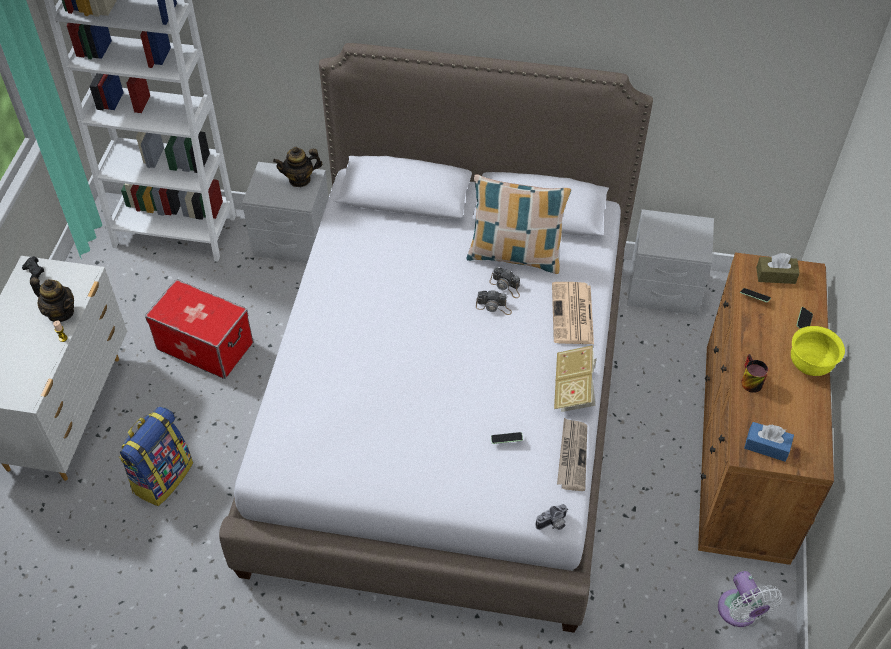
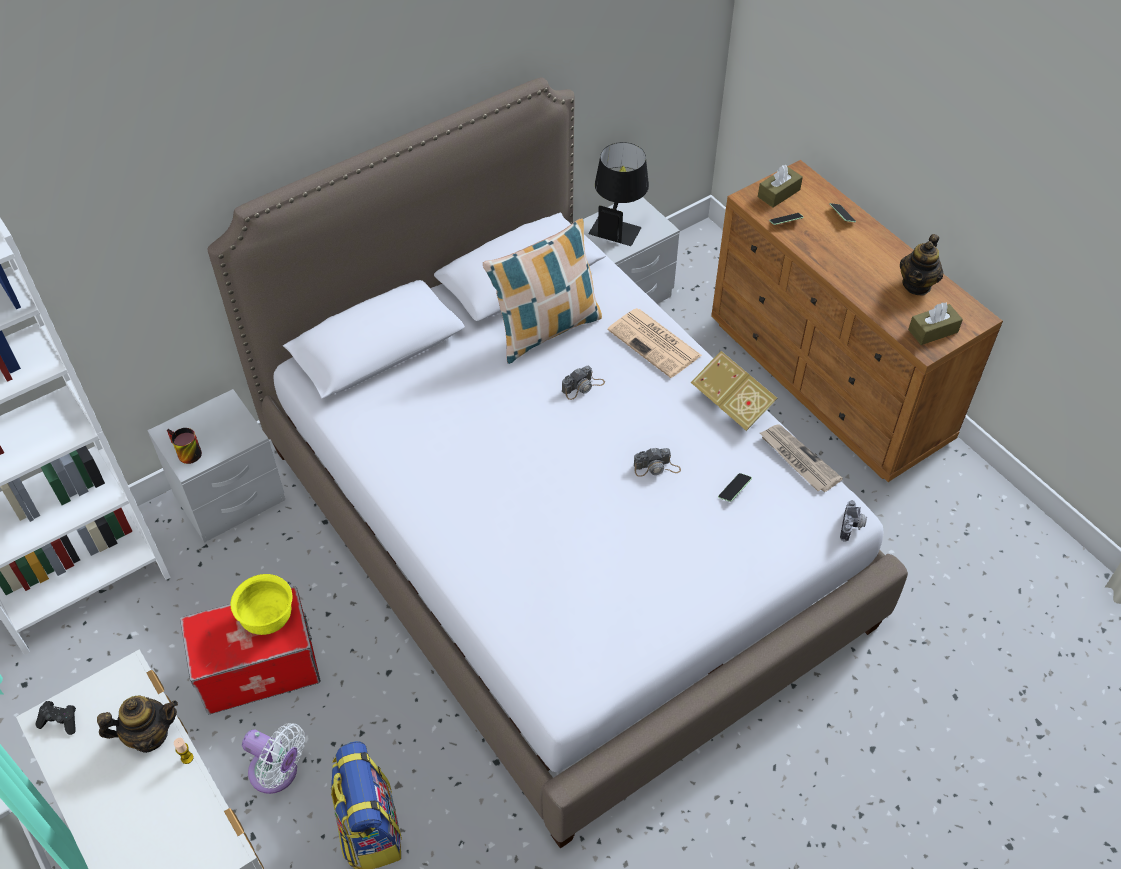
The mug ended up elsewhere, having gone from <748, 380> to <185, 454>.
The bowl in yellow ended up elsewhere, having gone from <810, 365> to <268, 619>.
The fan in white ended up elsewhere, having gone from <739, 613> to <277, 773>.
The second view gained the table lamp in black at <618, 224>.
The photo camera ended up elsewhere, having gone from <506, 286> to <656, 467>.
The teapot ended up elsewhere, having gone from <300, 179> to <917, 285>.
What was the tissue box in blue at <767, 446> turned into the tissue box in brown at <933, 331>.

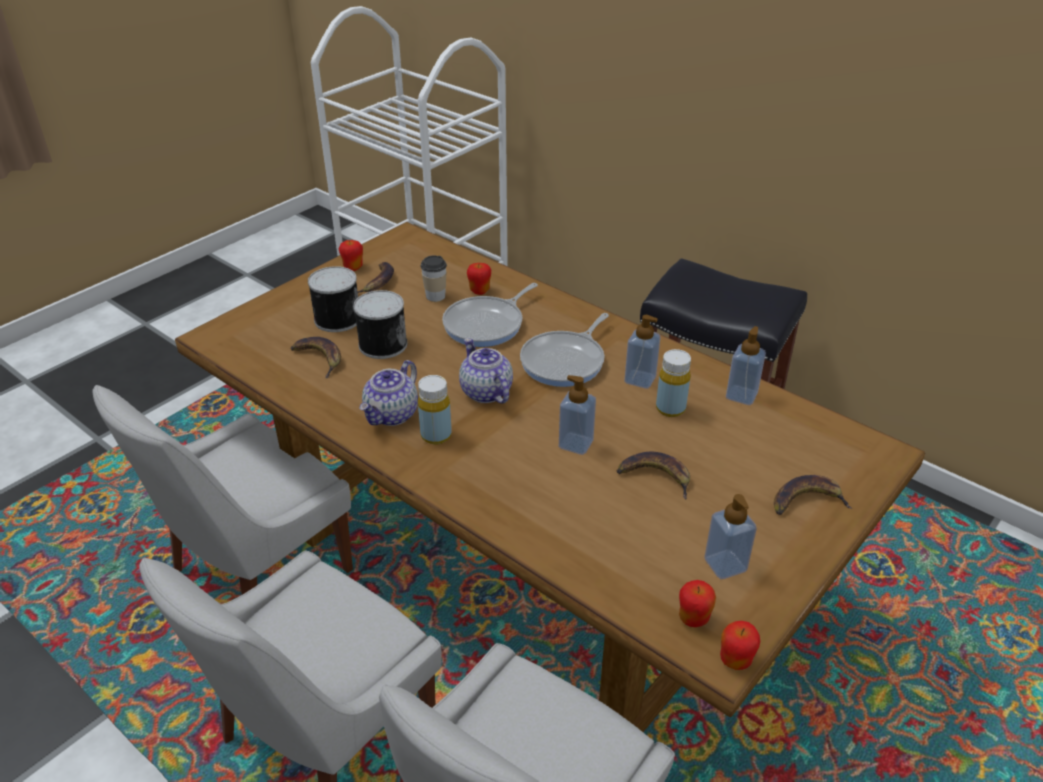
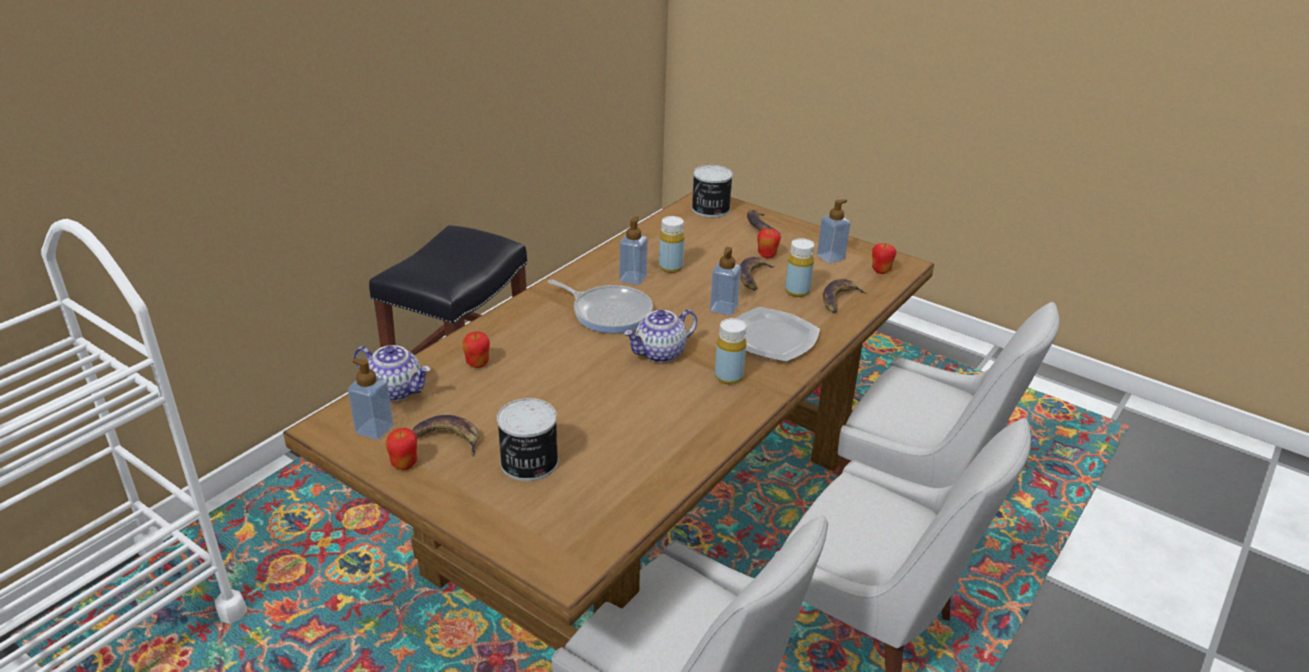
The soap dispenser ended up elsewhere, having gone from <741, 395> to <374, 429>.
The teapot ended up elsewhere, having gone from <392, 415> to <396, 390>.
The can ended up elsewhere, having gone from <381, 344> to <710, 209>.
The second view gained the plate at <772, 338>.
The apple ended up elsewhere, having gone from <735, 660> to <767, 255>.
The second view gained the bottle in yellow at <797, 291>.
The banana ended up elsewhere, having gone from <319, 358> to <839, 299>.
The second view lost the cup at <435, 296>.
The second view lost the frying pan at <487, 324>.

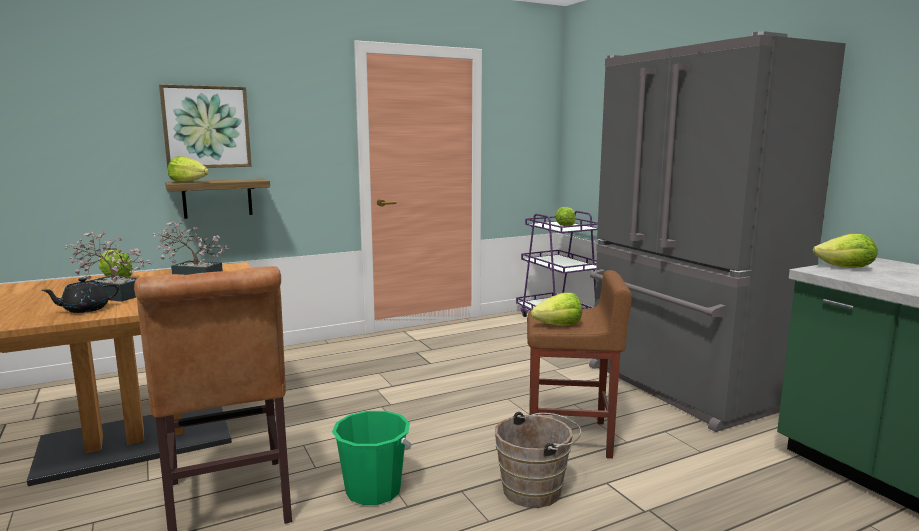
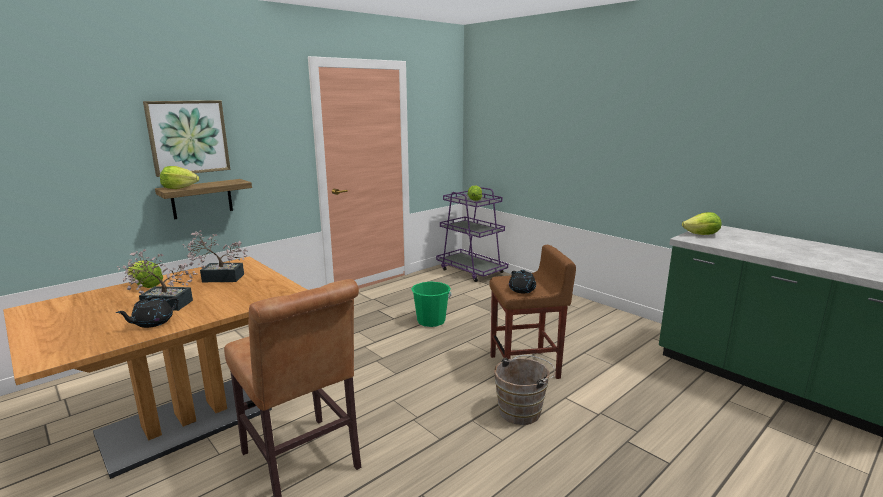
The bucket in green ended up elsewhere, having gone from <373, 490> to <431, 321>.
Where the lettuce stood at <559, 325>, the teapot in black came to stand at <522, 290>.
The second view lost the fridge in grey at <682, 387>.

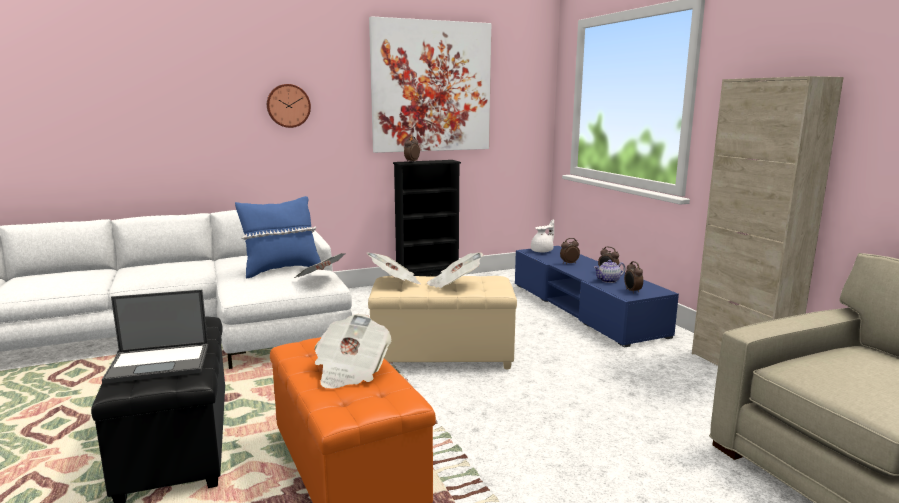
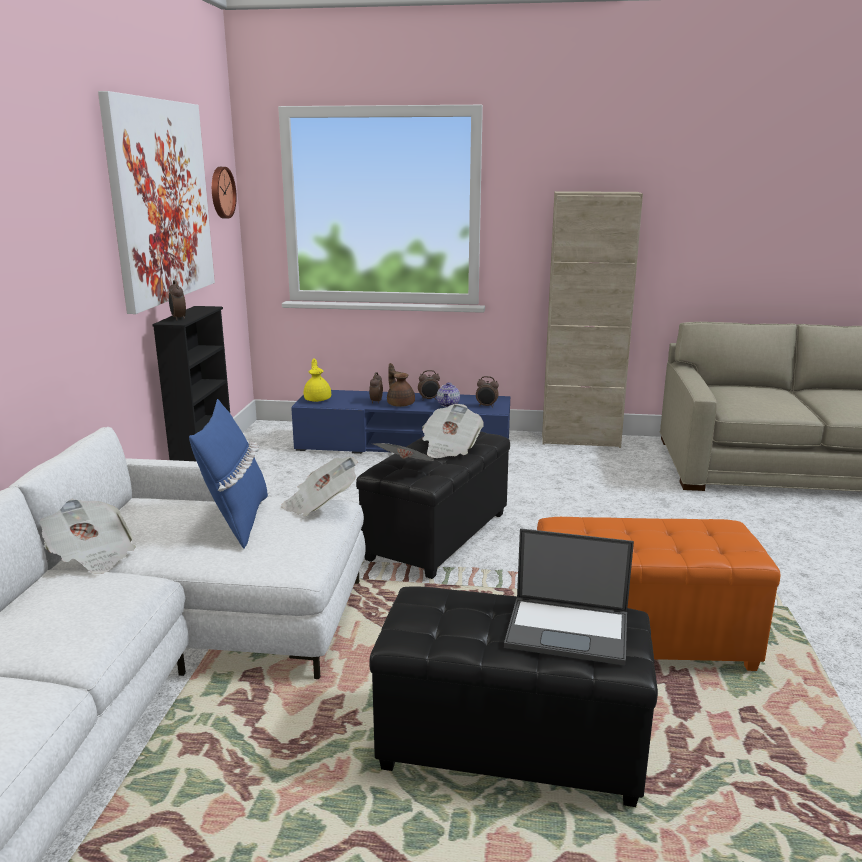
The newspaper ended up elsewhere, having gone from <350, 371> to <91, 556>.
The wall clock ended up elsewhere, having gone from <288, 105> to <221, 192>.
What was the teapot in white at <543, 251> turned into the teapot in yellow at <318, 399>.
What was the ottoman in beige at <442, 356> turned into the ottoman in black at <436, 536>.
The second view gained the teapot in brown at <400, 404>.
The laptop at <160, 363> ended up facing another way, 90 degrees clockwise from before.

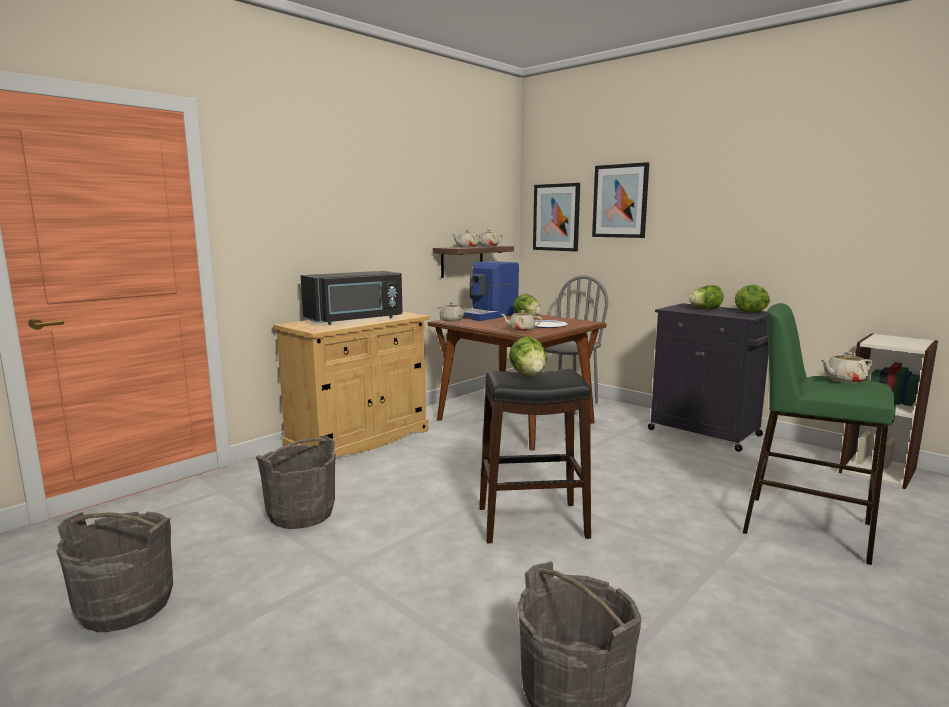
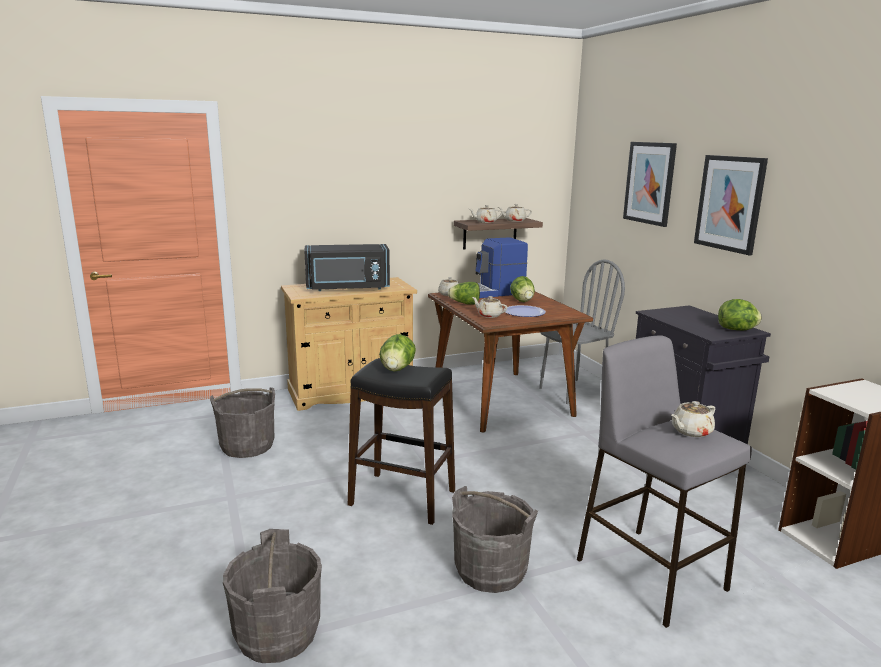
The lettuce ended up elsewhere, having gone from <704, 308> to <465, 304>.
The bucket in grey ended up elsewhere, having gone from <125, 606> to <490, 570>.
What was the stool in green at <805, 527> turned into the stool in grey at <649, 573>.
The teapot in beige at <844, 380> ended up facing another way, 45 degrees counterclockwise from before.
The picture ended up elsewhere, having gone from <556, 217> to <730, 203>.

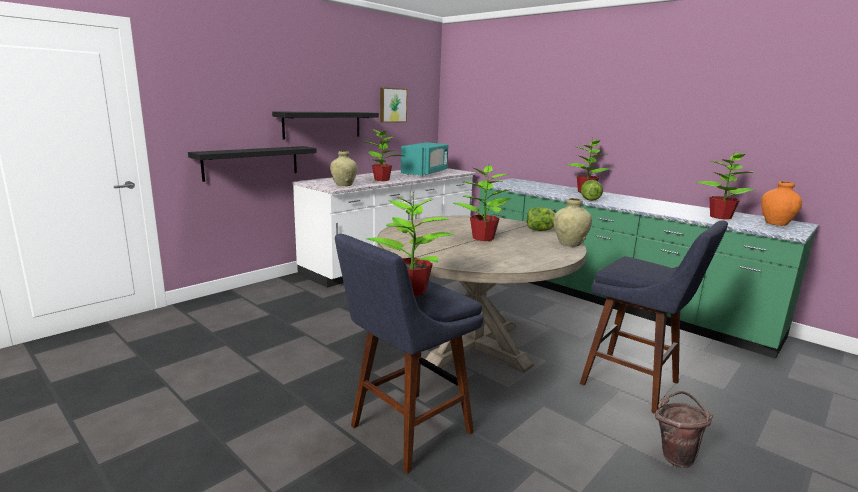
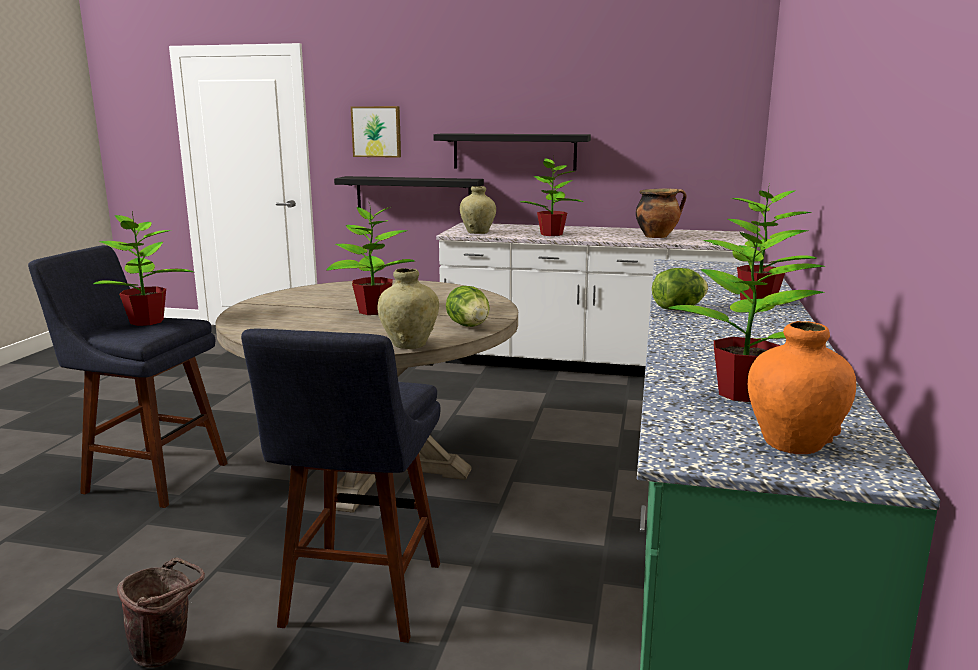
The picture ended up elsewhere, having gone from <392, 105> to <377, 131>.
Where the microwave in turquoise stood at <425, 173>, the cooking pot came to stand at <657, 236>.

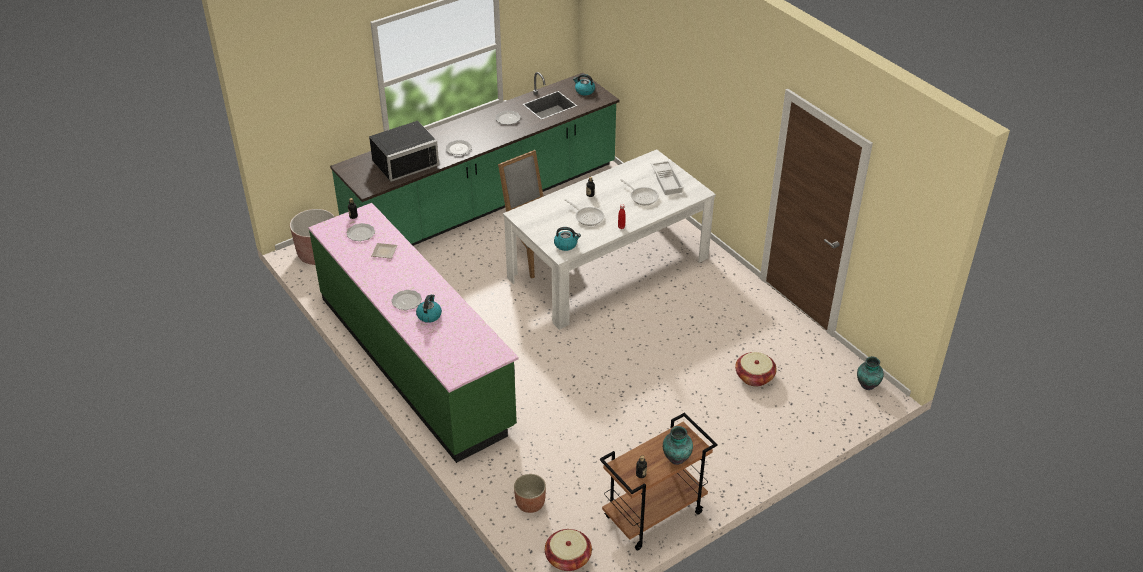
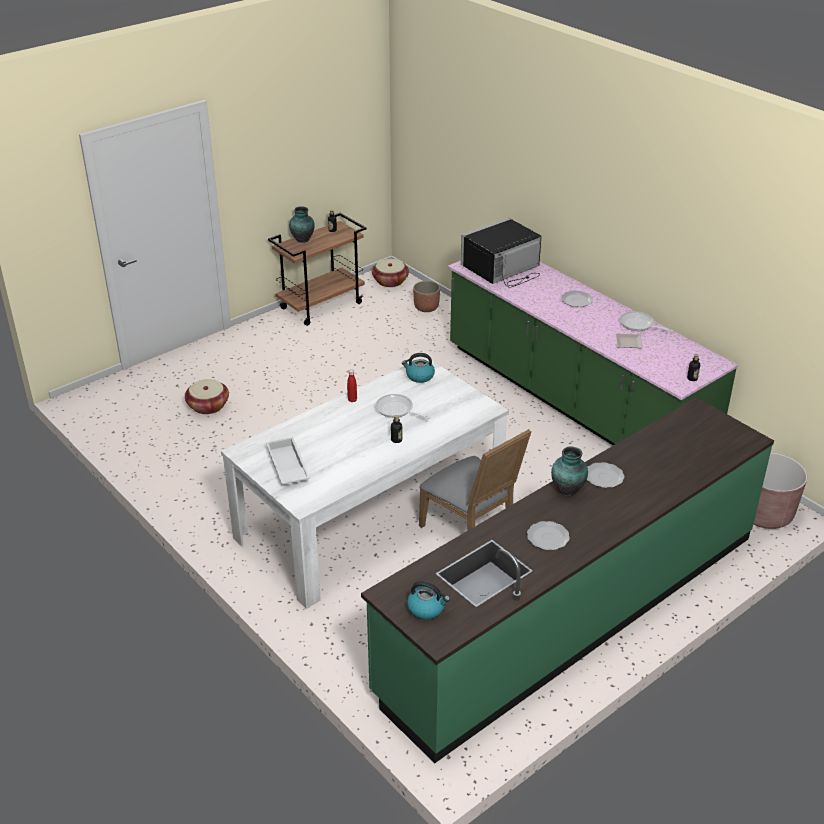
The microwave in black ended up elsewhere, having gone from <404, 162> to <503, 269>.
The vase ended up elsewhere, having gone from <867, 385> to <568, 489>.
The frying pan ended up elsewhere, having gone from <642, 196> to <639, 325>.
The second view lost the plate at <361, 233>.
The second view lost the kettle at <429, 315>.

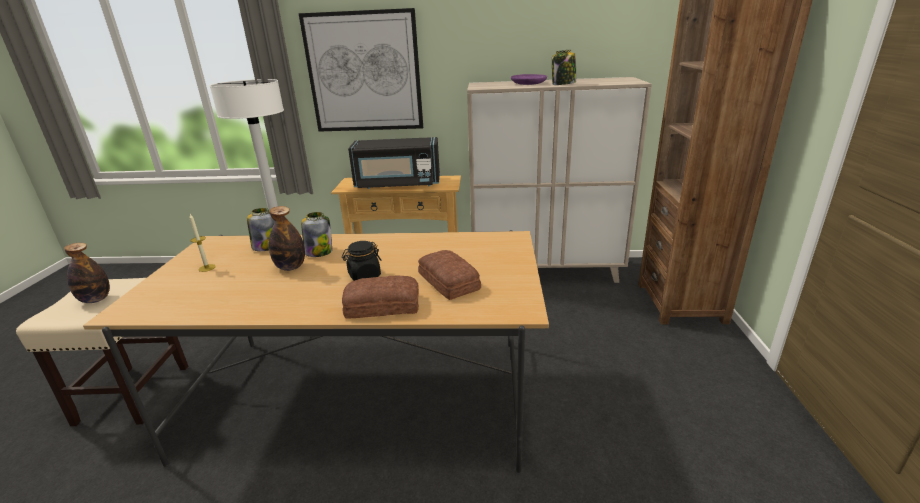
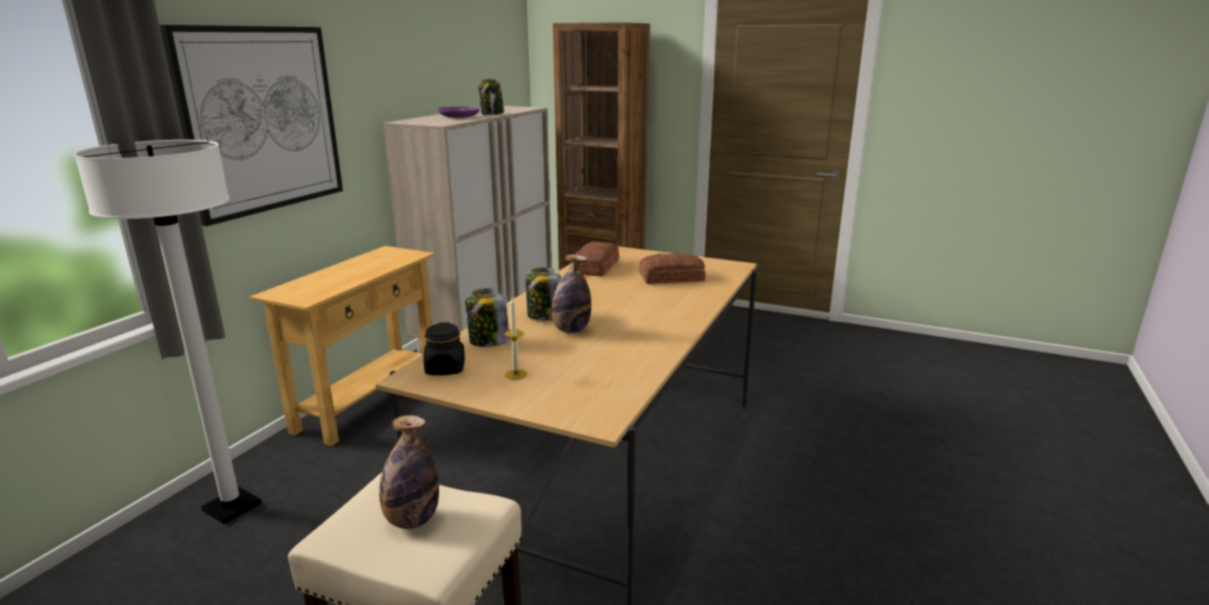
The jar in black ended up elsewhere, having gone from <364, 275> to <445, 369>.
The bread ended up elsewhere, having gone from <382, 305> to <595, 267>.
The second view lost the microwave in black at <398, 184>.

